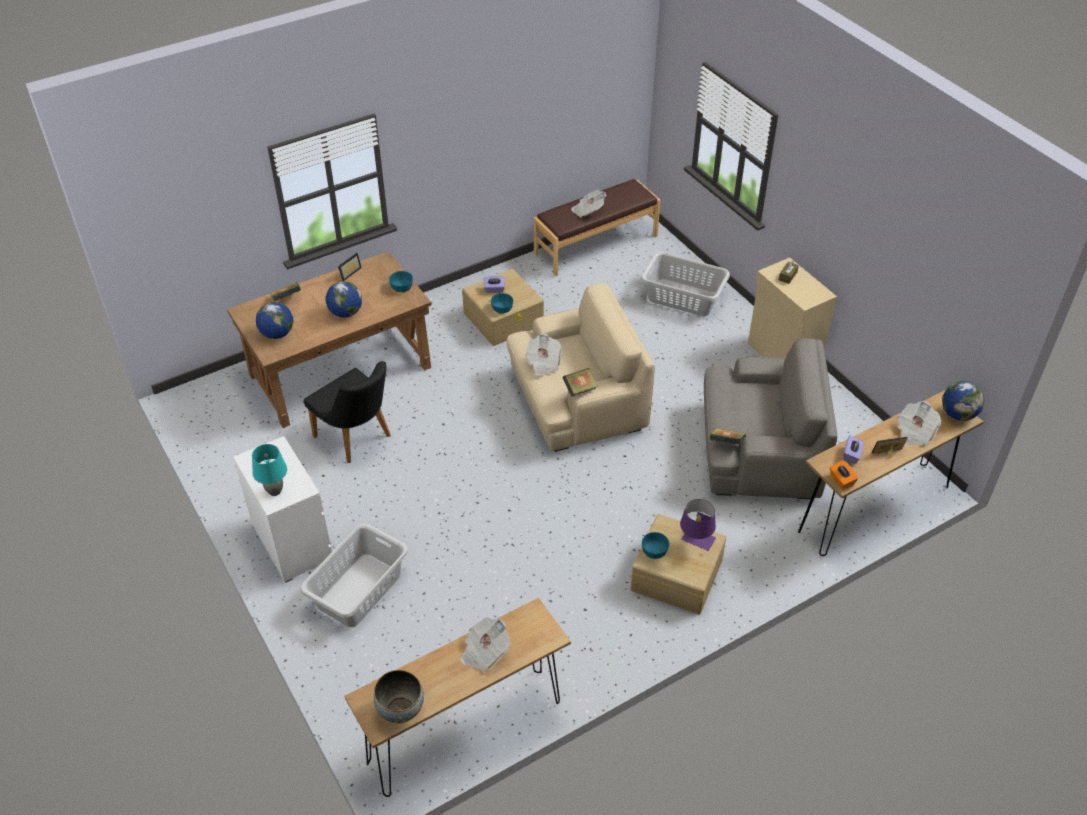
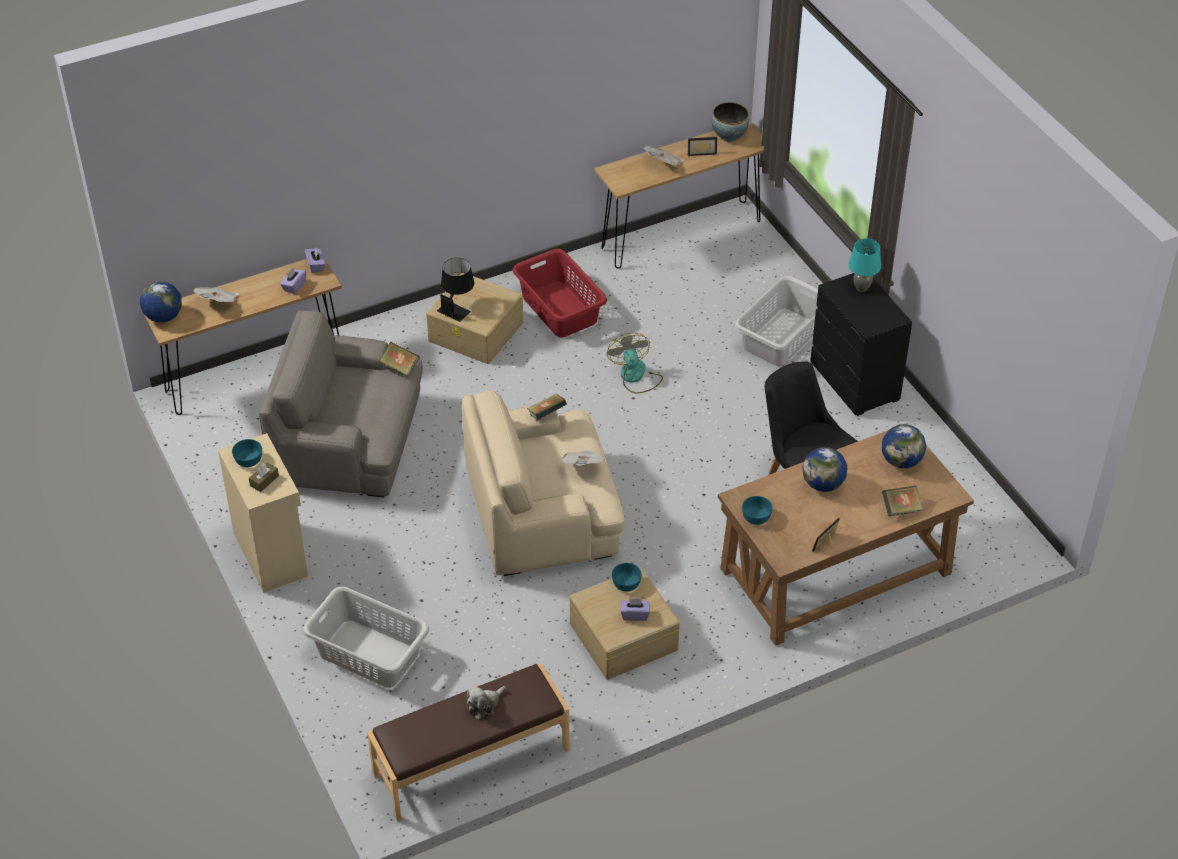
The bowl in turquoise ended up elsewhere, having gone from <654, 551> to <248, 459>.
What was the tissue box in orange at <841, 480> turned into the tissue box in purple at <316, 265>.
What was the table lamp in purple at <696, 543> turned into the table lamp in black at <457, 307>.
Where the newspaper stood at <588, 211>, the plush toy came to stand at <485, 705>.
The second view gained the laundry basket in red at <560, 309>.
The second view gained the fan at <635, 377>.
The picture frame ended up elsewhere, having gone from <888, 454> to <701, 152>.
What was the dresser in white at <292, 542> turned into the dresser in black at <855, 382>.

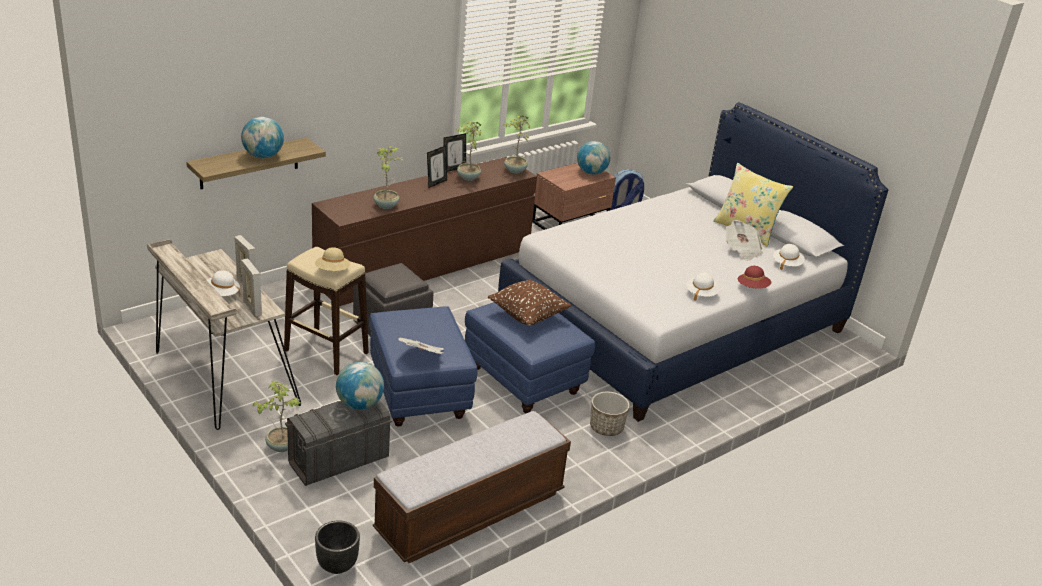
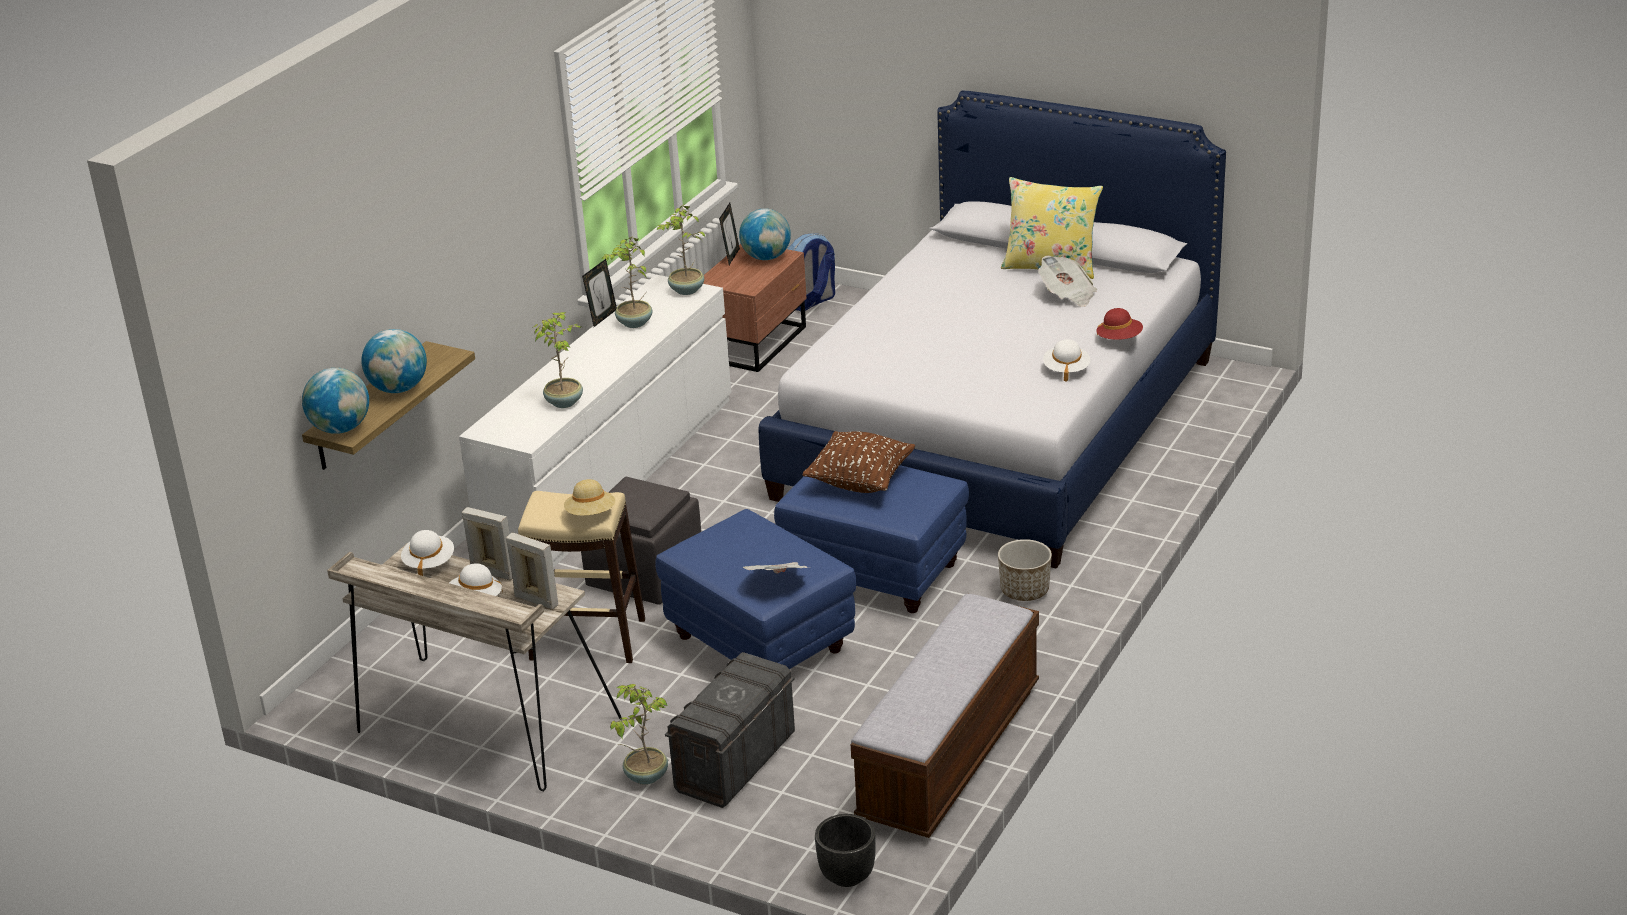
The globe ended up elsewhere, having gone from <359, 404> to <341, 428>.
The hat in white ended up elsewhere, having gone from <787, 264> to <429, 563>.
What was the dresser in brown at <425, 265> turned into the dresser in white at <610, 475>.
The picture frame ended up elsewhere, having gone from <436, 183> to <731, 256>.

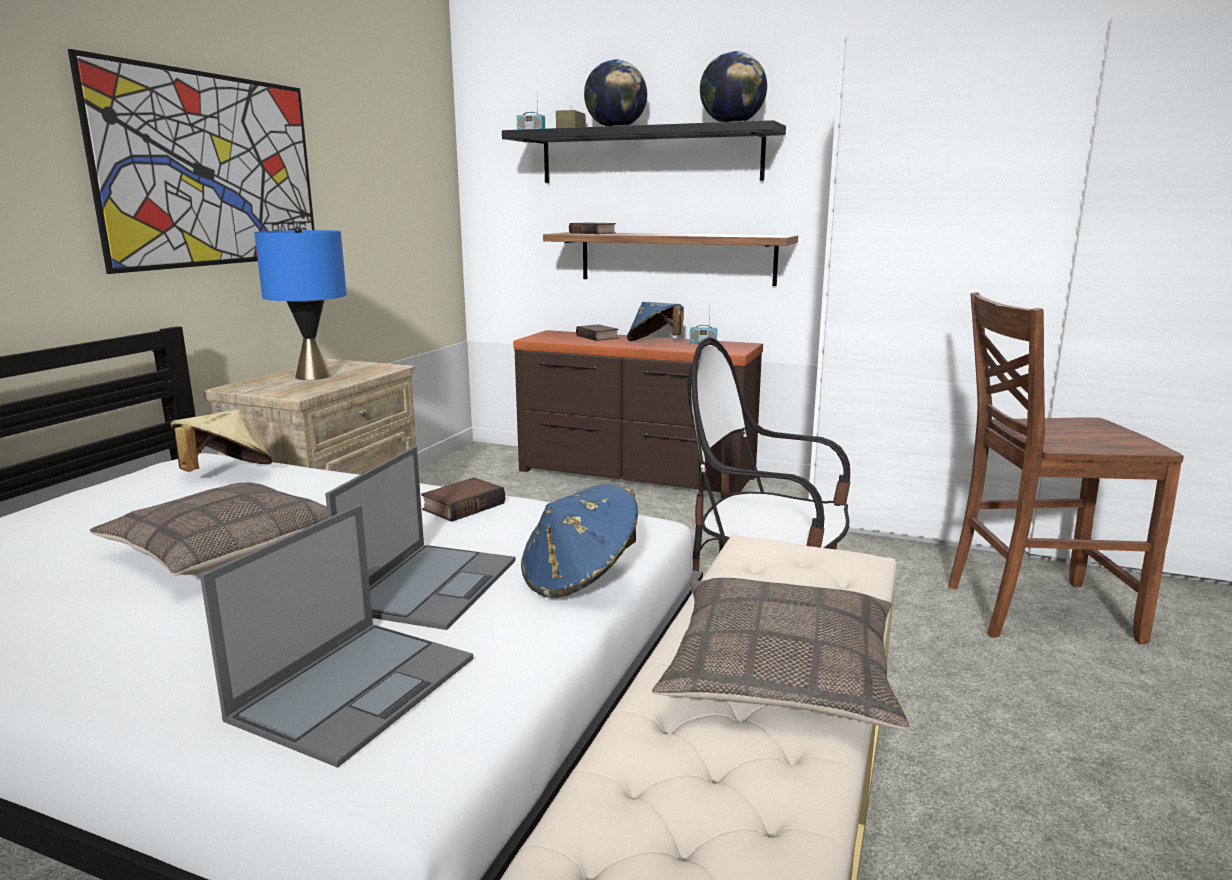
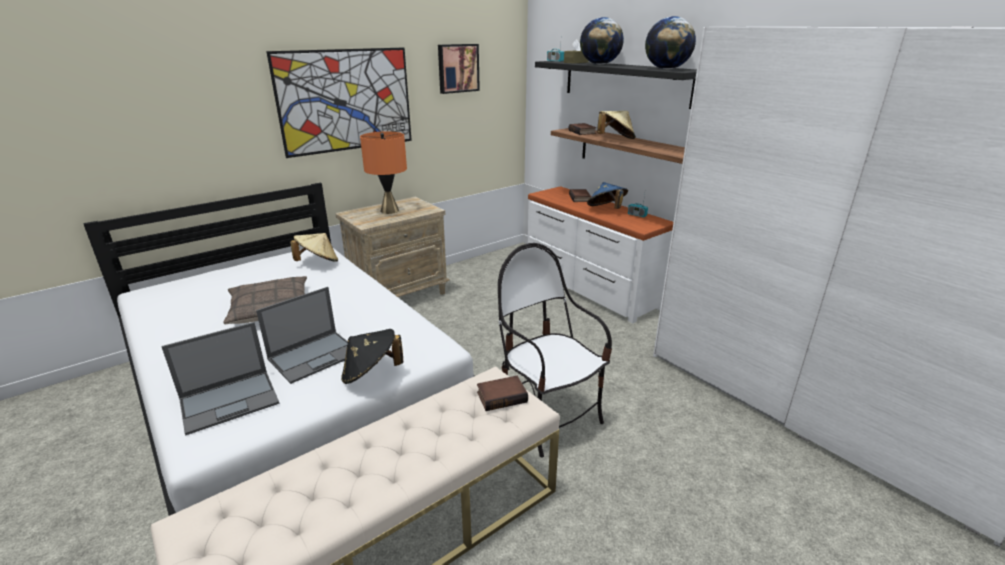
What was the hat in blue at <580, 577> turned into the hat in black at <371, 373>.
What was the table lamp in blue at <314, 376> turned into the table lamp in orange at <390, 211>.
The second view gained the picture at <457, 68>.
The book ended up elsewhere, having gone from <463, 505> to <502, 396>.
What was the dresser in brown at <634, 474> turned into the dresser in white at <588, 288>.
The second view gained the hat in beige at <615, 139>.
The second view lost the pillow at <780, 674>.
The second view lost the chair in brown at <1034, 610>.

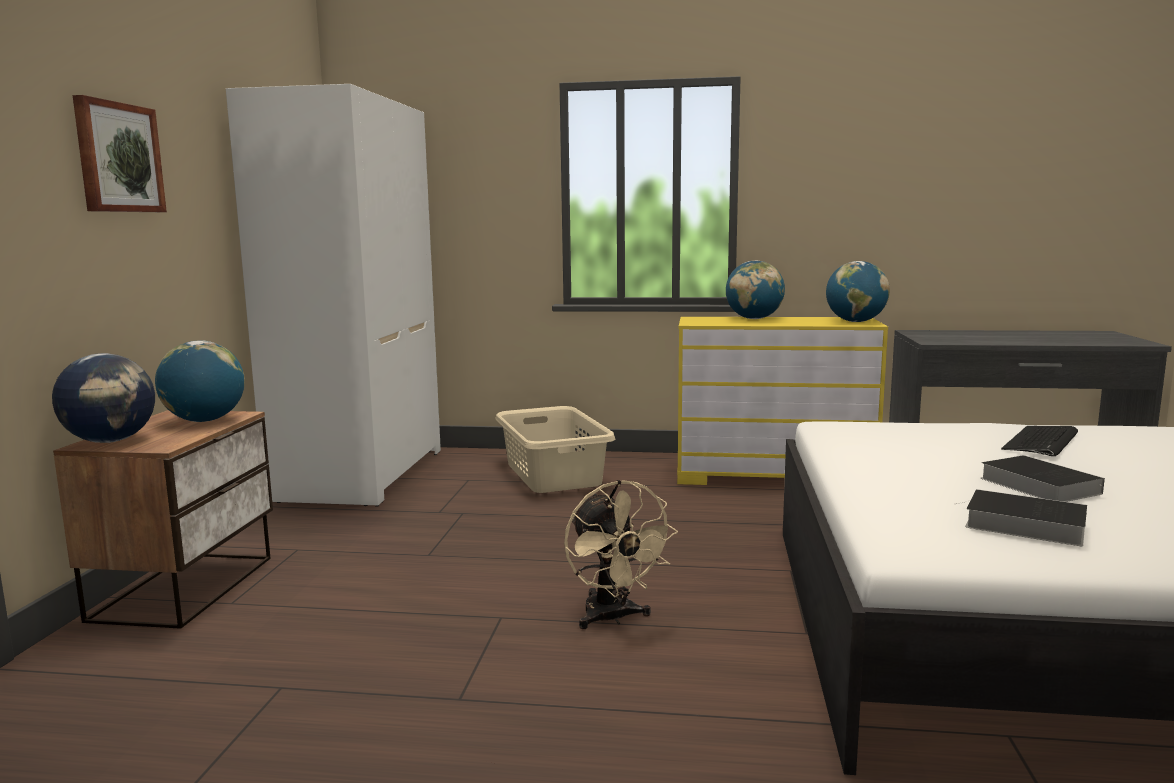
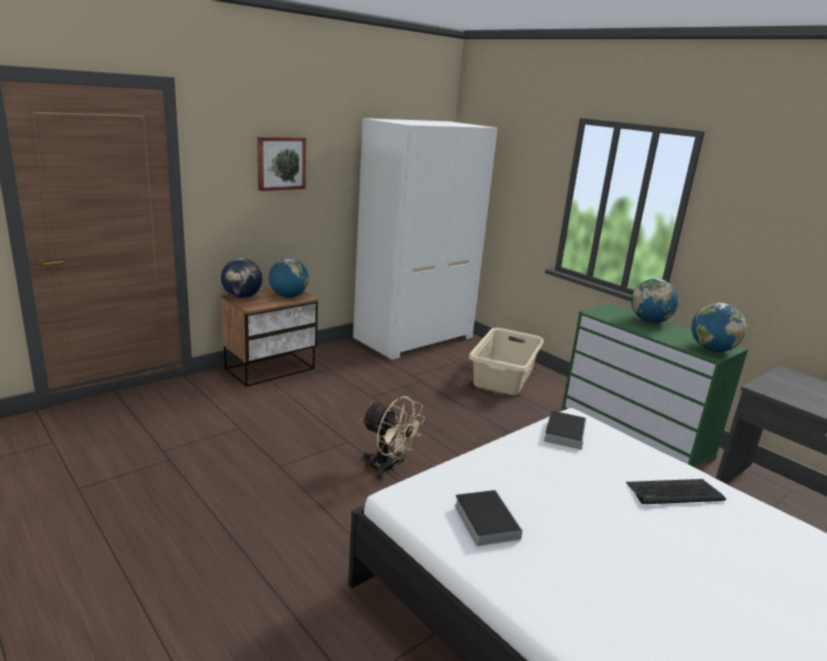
The fan in beige at <613, 618> ended up facing another way, 75 degrees counterclockwise from before.
The book ended up elsewhere, having gone from <1035, 485> to <564, 432>.
What was the dresser in yellow at <773, 475> turned into the dresser in green at <634, 435>.

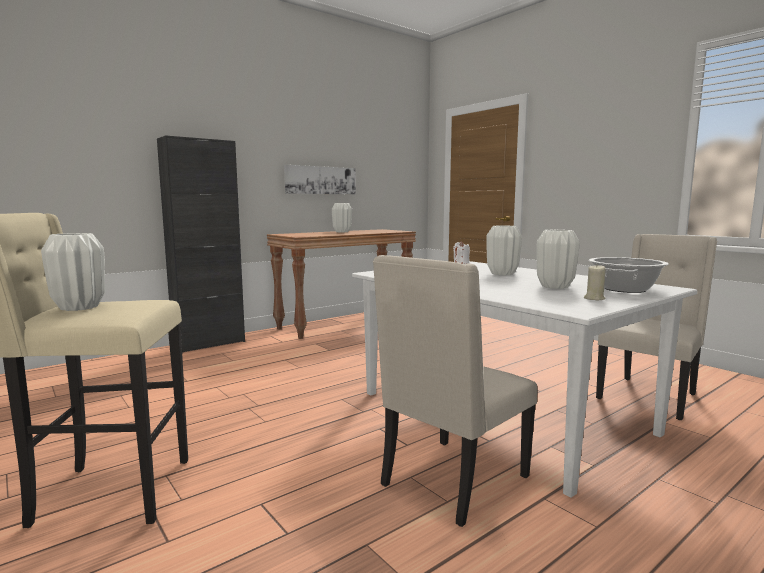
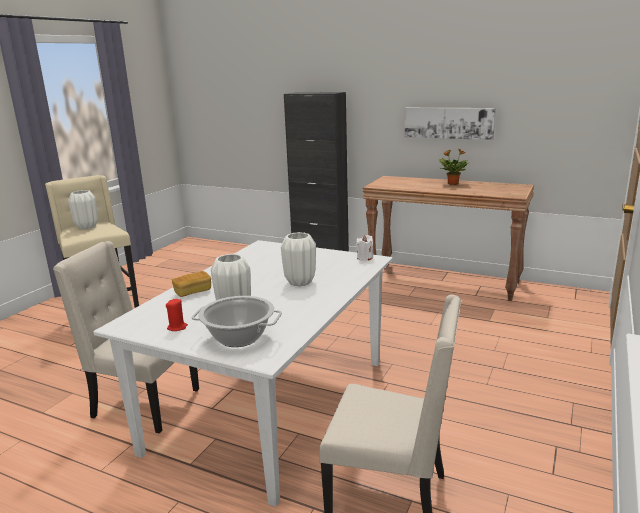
What was the candle in beige at <594, 298> turned into the candle in red at <177, 327>.
The second view gained the bread at <193, 292>.
Where the vase in white stood at <342, 232>, the potted plant came to stand at <452, 184>.

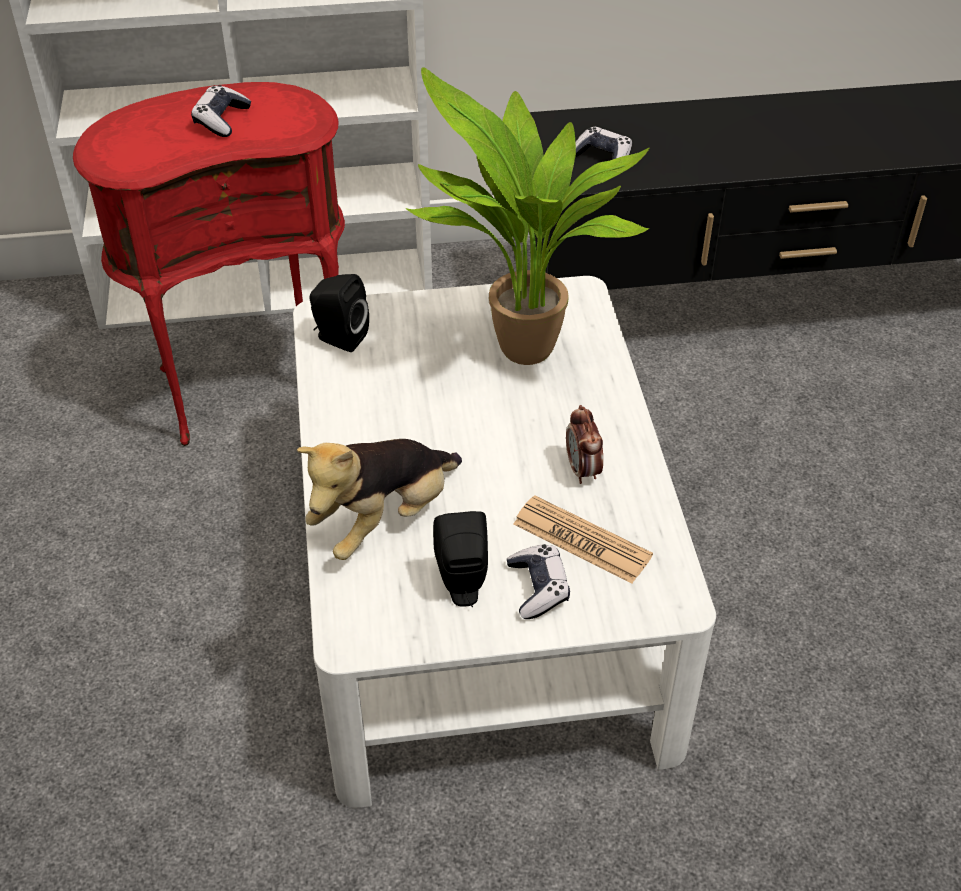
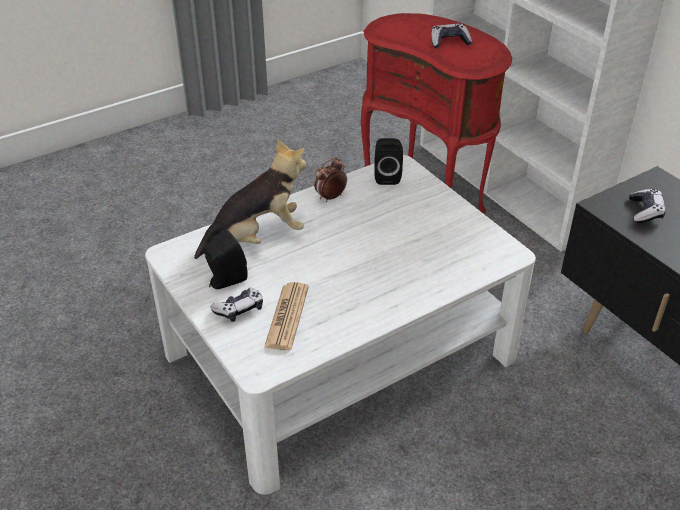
The plush toy at <384, 519> ended up facing another way, 135 degrees clockwise from before.
The alarm clock ended up elsewhere, having gone from <583, 470> to <330, 197>.
The second view lost the potted plant at <519, 356>.

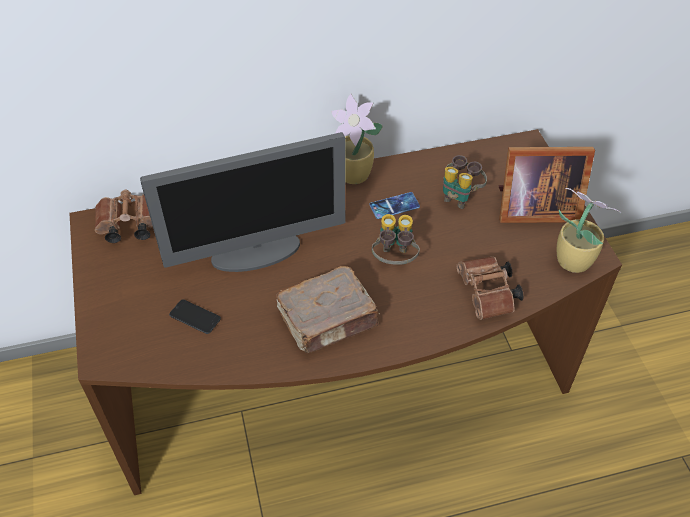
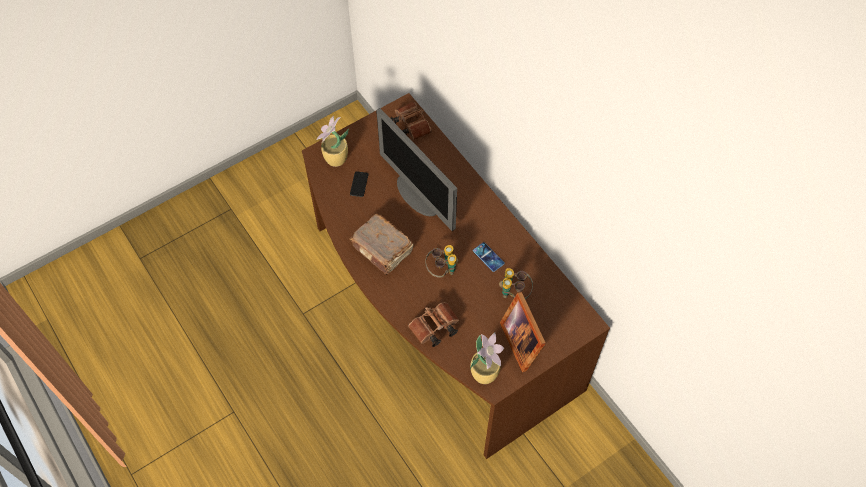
The potted plant ended up elsewhere, having gone from <354, 176> to <335, 159>.

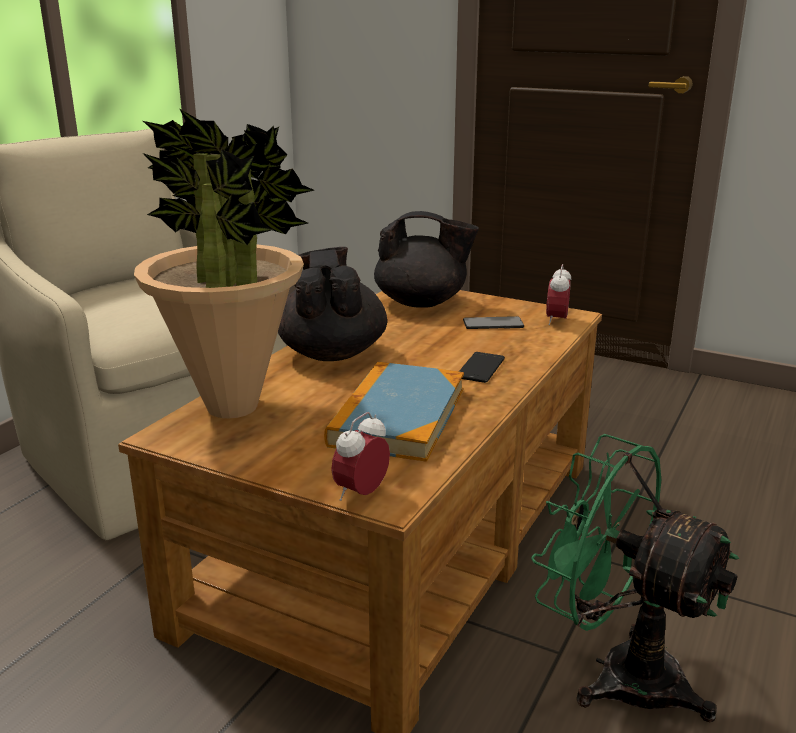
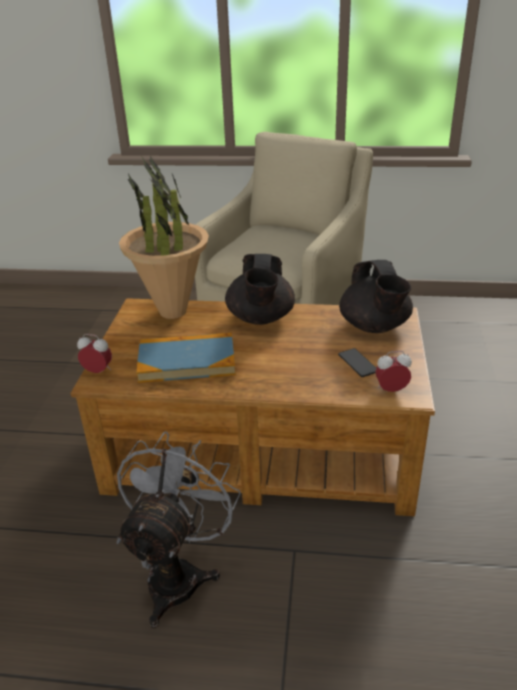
What was the fan in green at <618, 672> turned into the fan in grey at <179, 573>.
The teapot in black at <332, 353> ended up facing another way, 120 degrees clockwise from before.
The second view lost the phone at <480, 368>.

